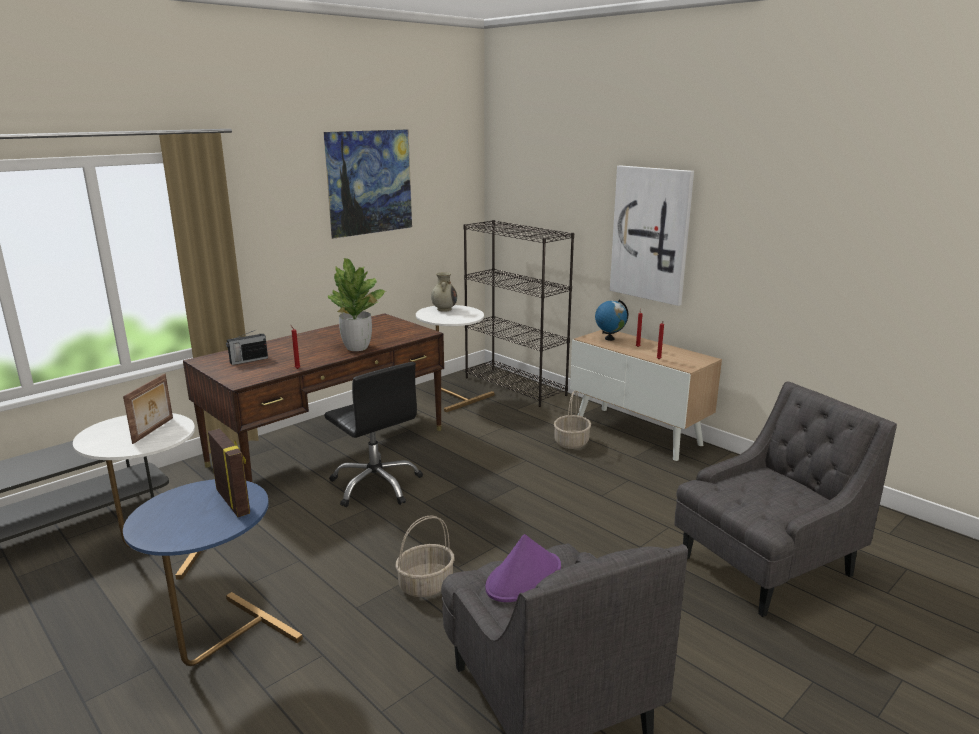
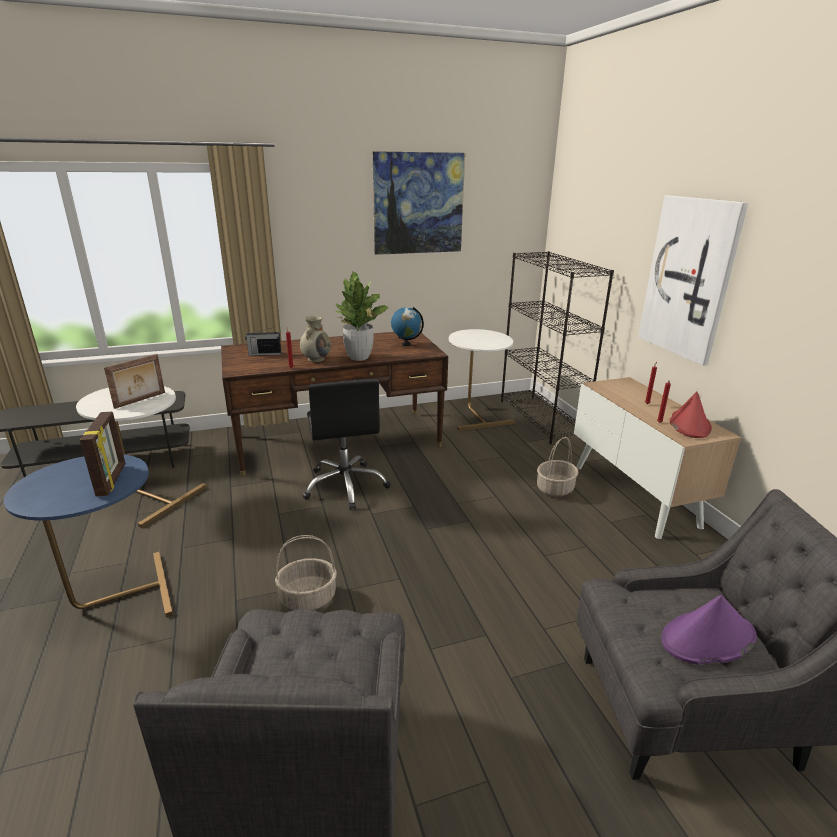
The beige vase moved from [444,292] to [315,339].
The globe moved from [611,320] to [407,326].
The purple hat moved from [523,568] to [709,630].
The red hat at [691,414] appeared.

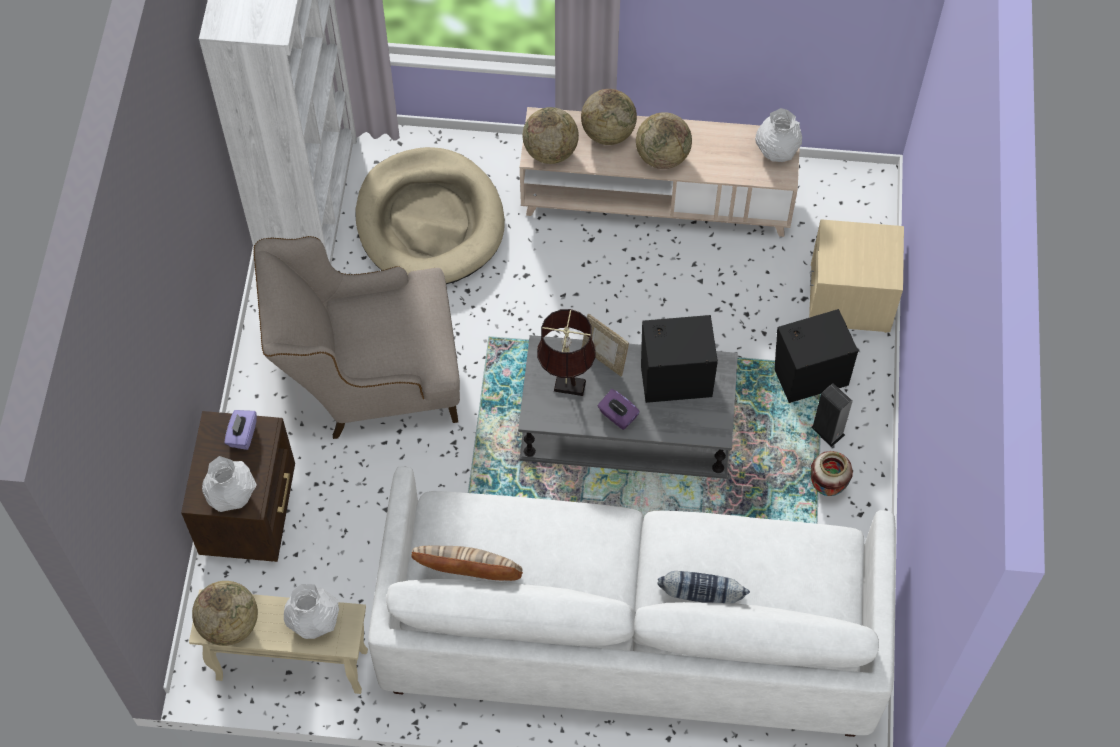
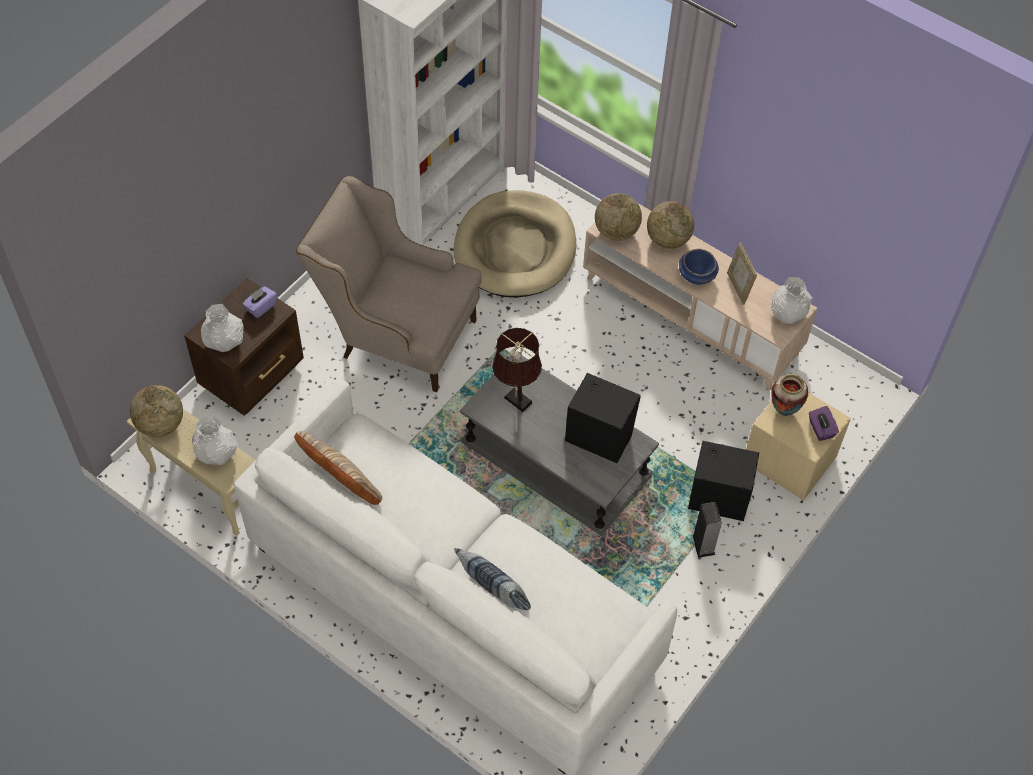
The globe at [664,140] was replaced by the blue bowl at [699,267].
The picture frame moved from [605,345] to [742,273].
The vase moved from [831,473] to [789,395].
The purple tissue box moved from [618,409] to [824,423].

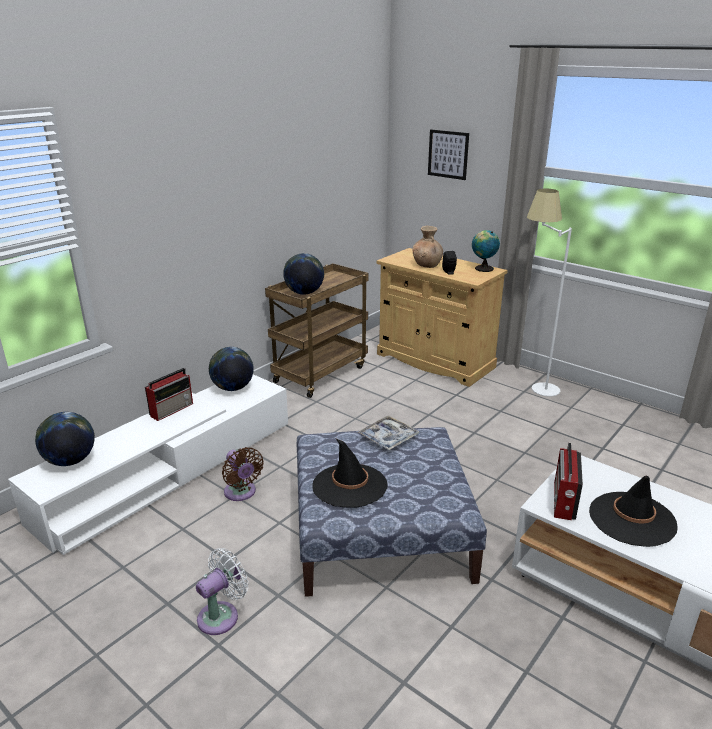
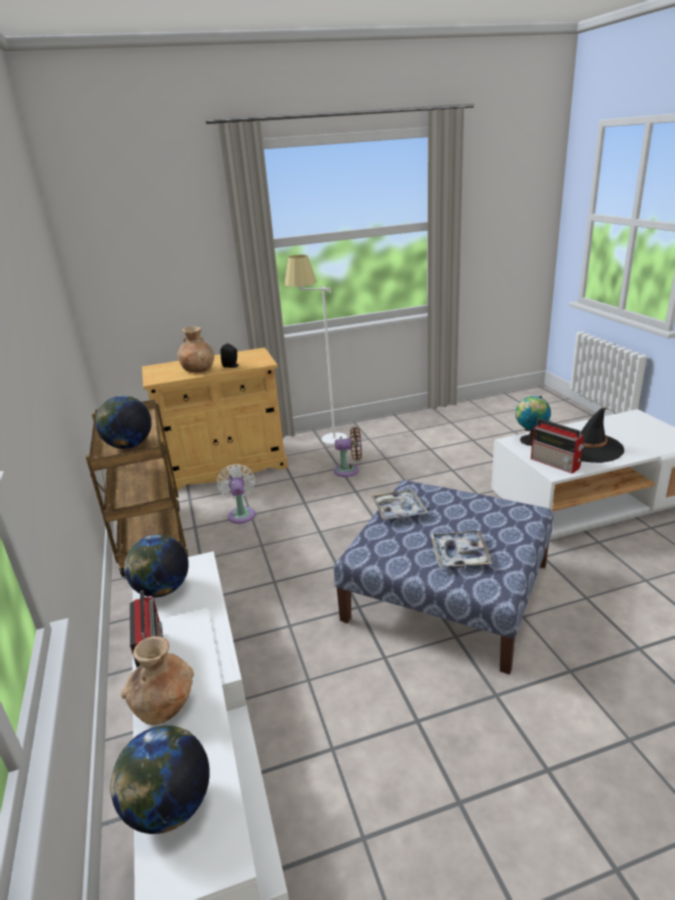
The brown vase at [157,680] appeared.
The white fan moved from [222,591] to [236,494].
The brown fan moved from [243,474] to [348,452].
The black hat at [350,473] was replaced by the tray at [461,549].
The globe moved from [486,251] to [533,421].
The picture at [448,155] disappeared.

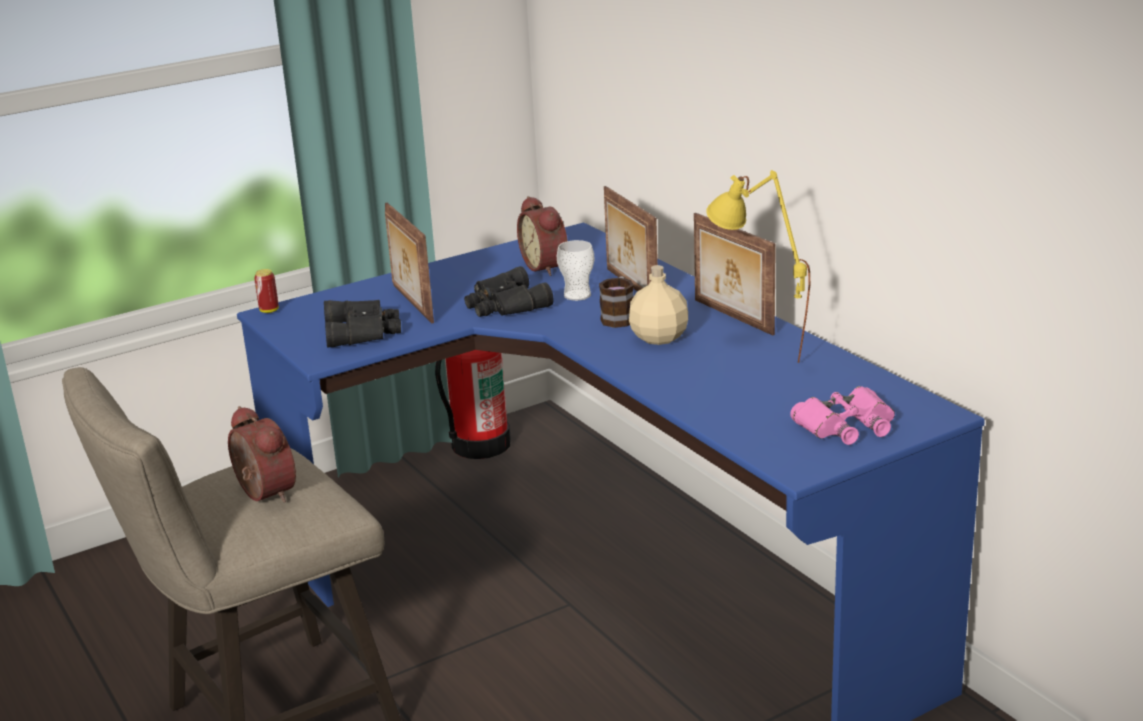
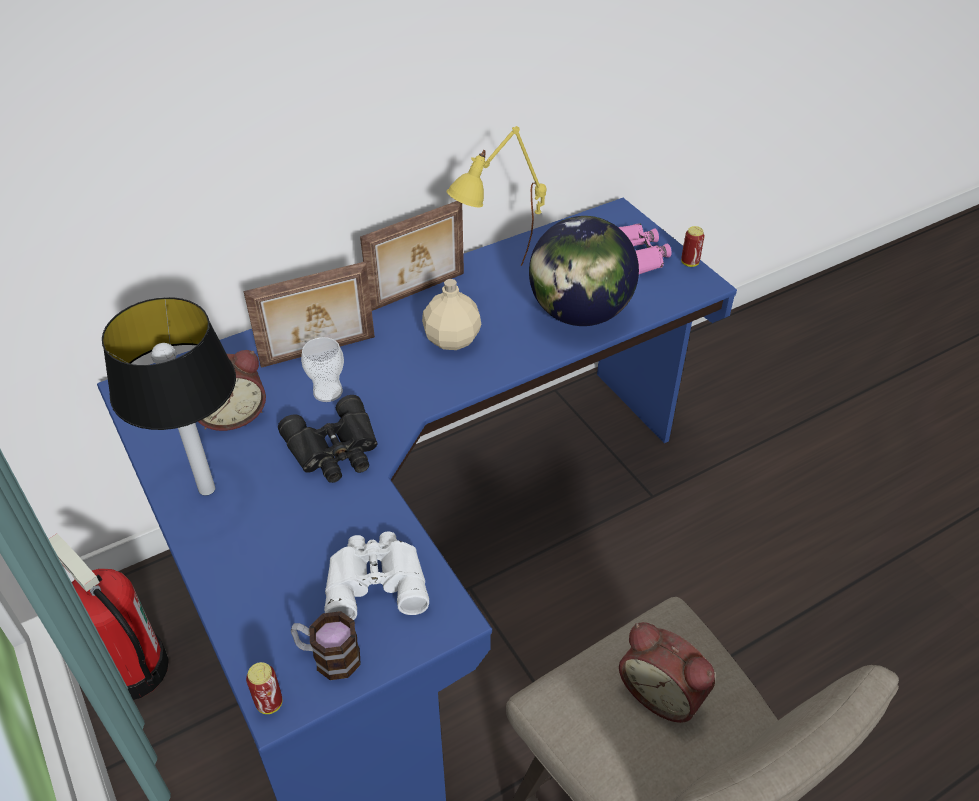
The table lamp at [169,396] appeared.
The mug moved from [616,302] to [326,645].
The black binoculars at [362,324] became the white binoculars at [376,575].
The globe at [584,271] appeared.
The alarm clock at [262,454] turned 105 degrees counterclockwise.
The can at [693,246] appeared.
The picture frame at [409,263] disappeared.

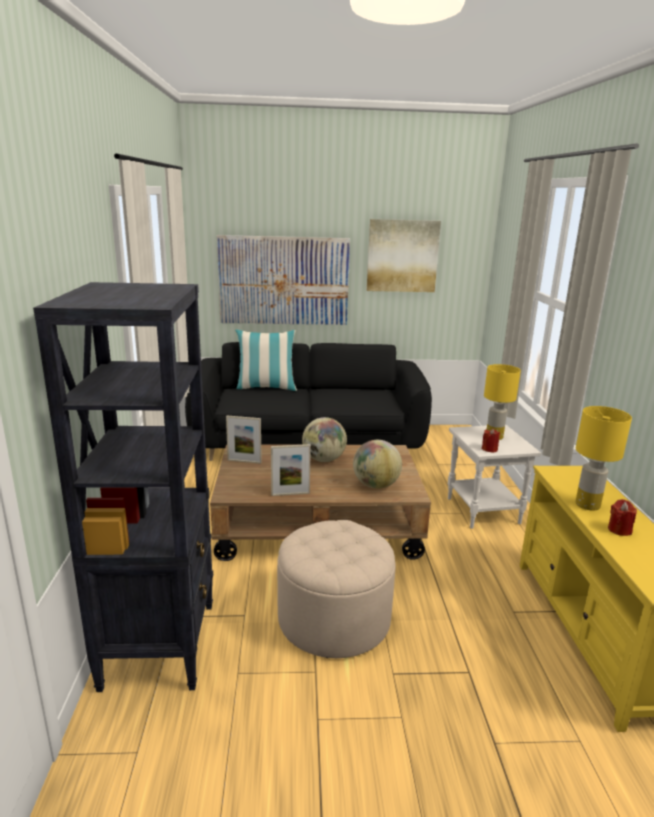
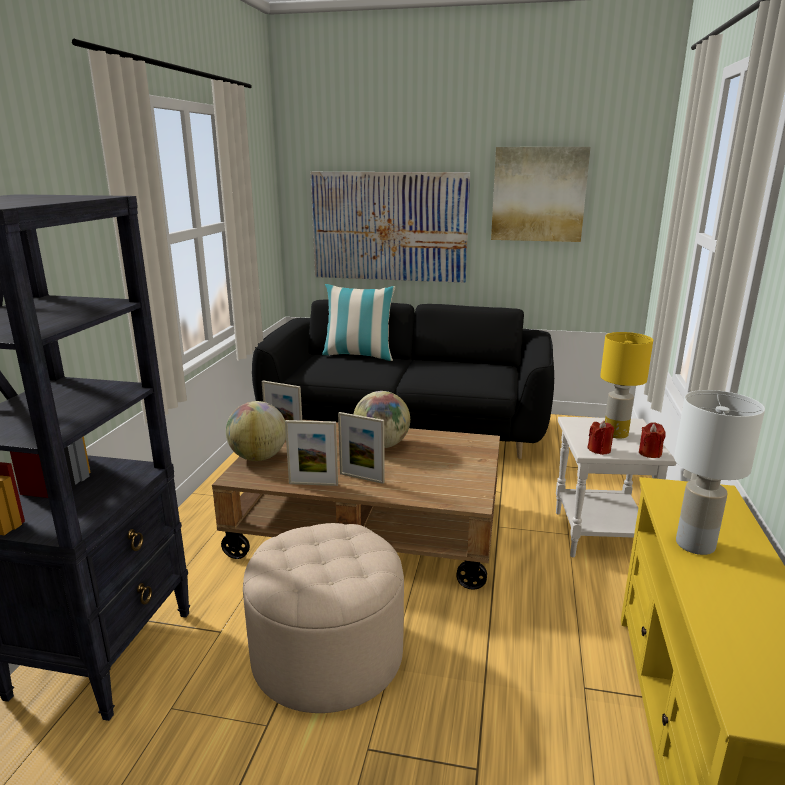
The globe moved from [377,464] to [256,431].
The picture frame at [361,448] appeared.
The red candle moved from [622,517] to [652,440].
The yellow table lamp at [604,458] became the white table lamp at [719,472].

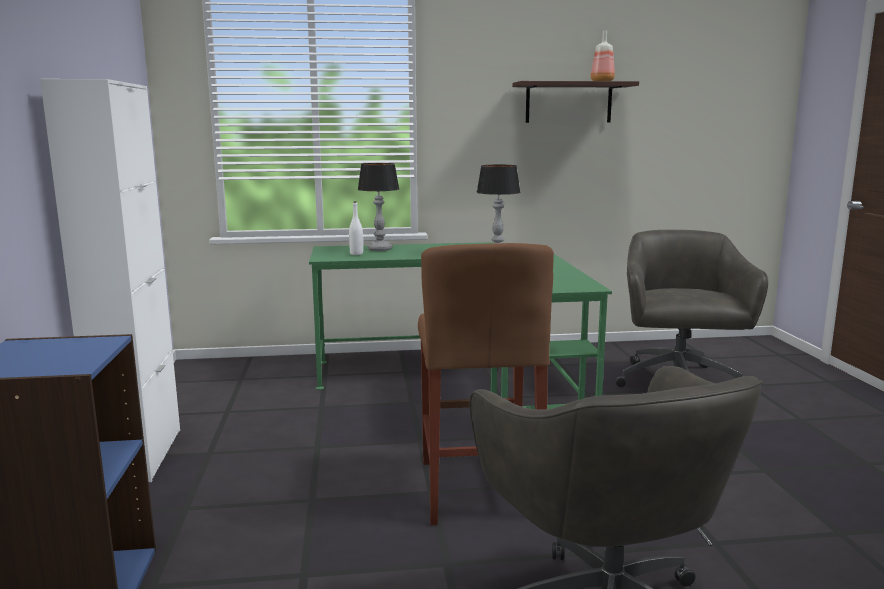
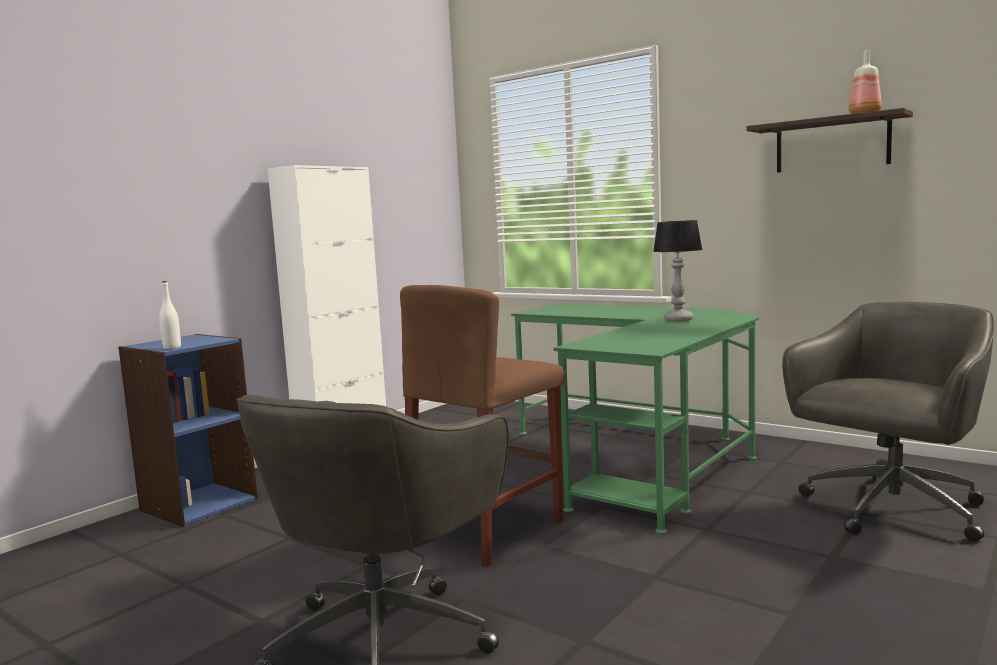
The white bottle moved from [356,228] to [170,315].
The table lamp at [378,207] disappeared.

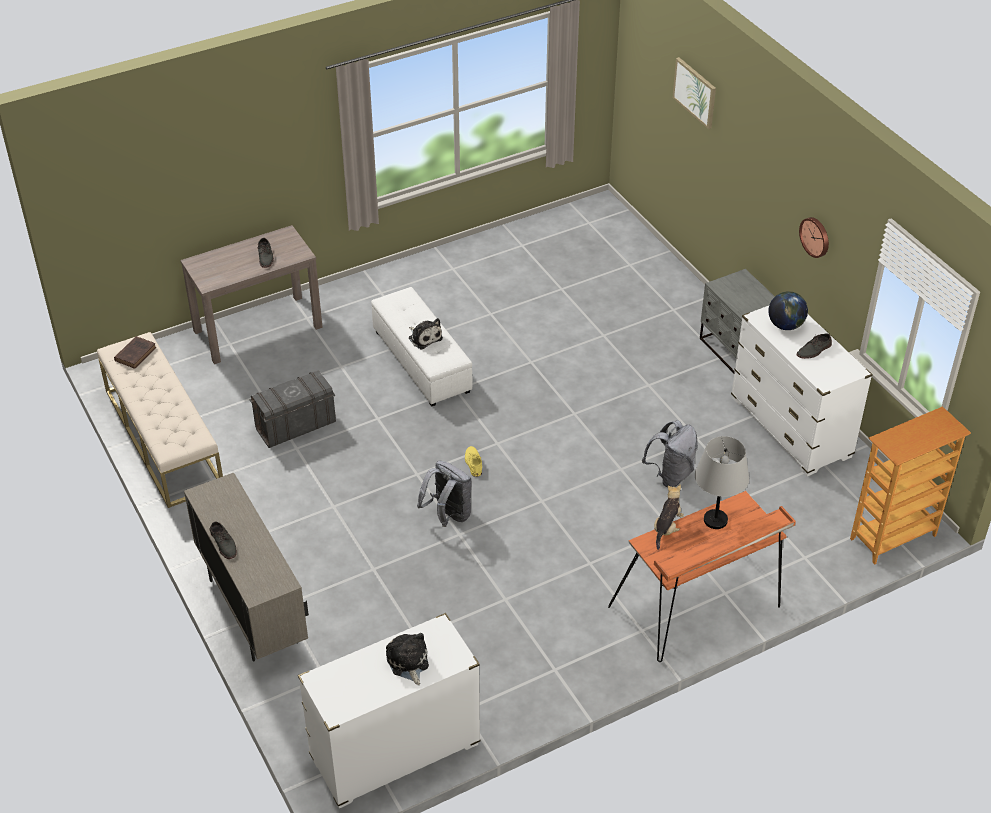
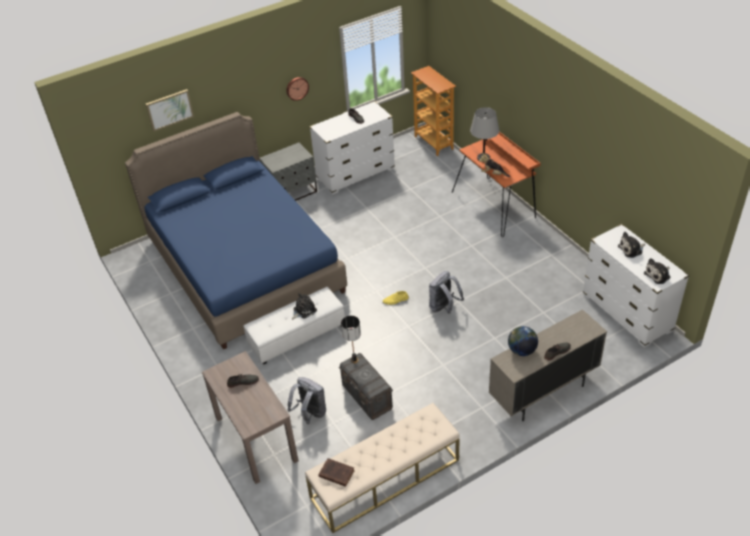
The blue bed at [236,231] appeared.
The grey backpack moved from [670,453] to [306,400].
The table lamp at [351,340] appeared.
The globe moved from [788,310] to [523,341].
The plush toy at [657,271] appeared.

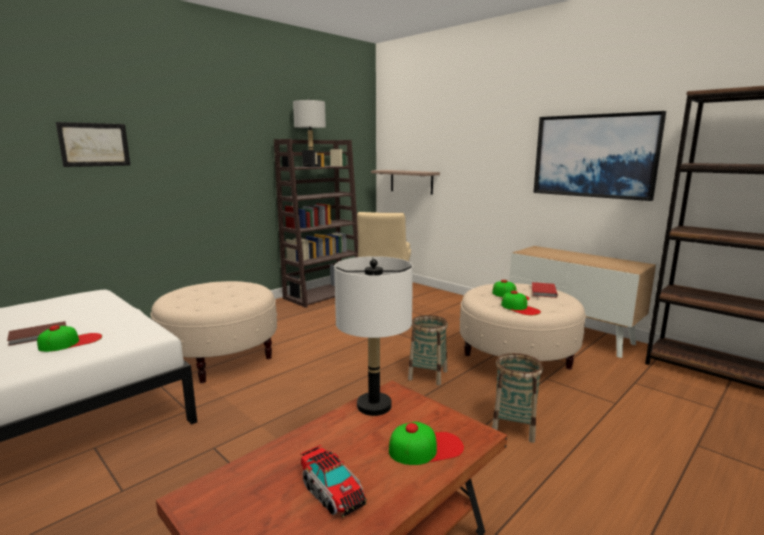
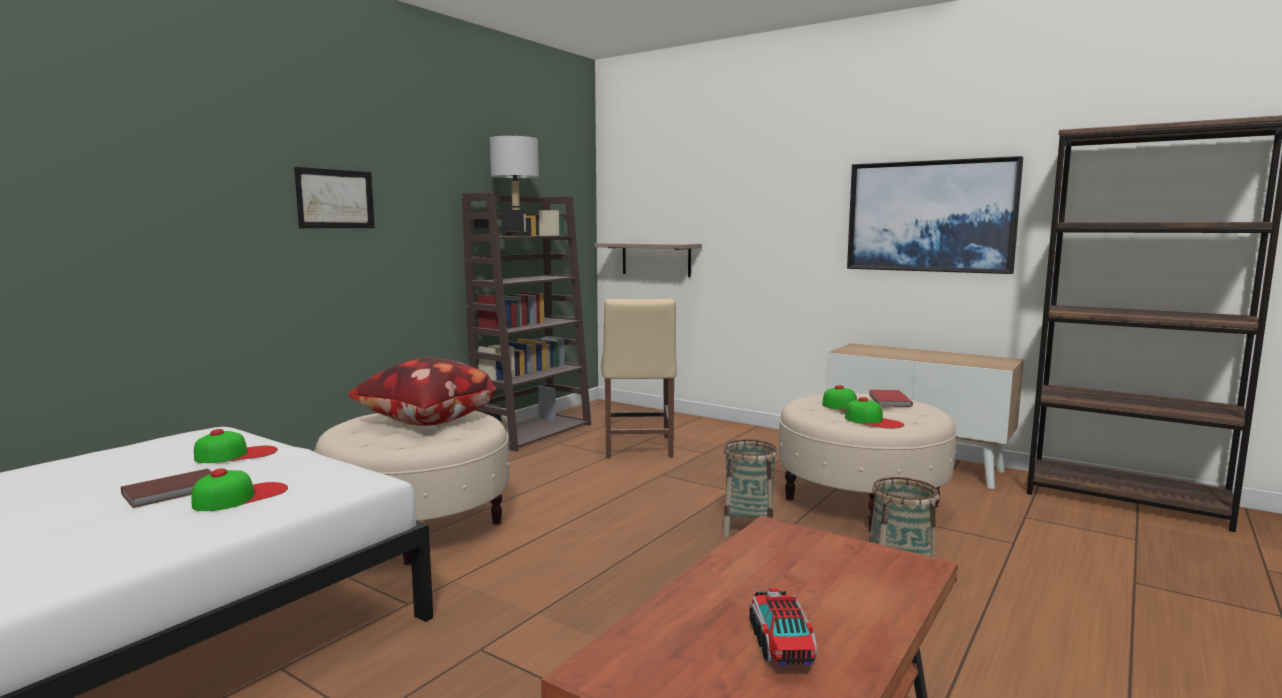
The cap moved from [426,443] to [236,446].
The picture moved from [93,144] to [334,197].
The pillow at [422,392] appeared.
The toy truck at [334,481] turned 135 degrees counterclockwise.
The white table lamp at [373,336] disappeared.

